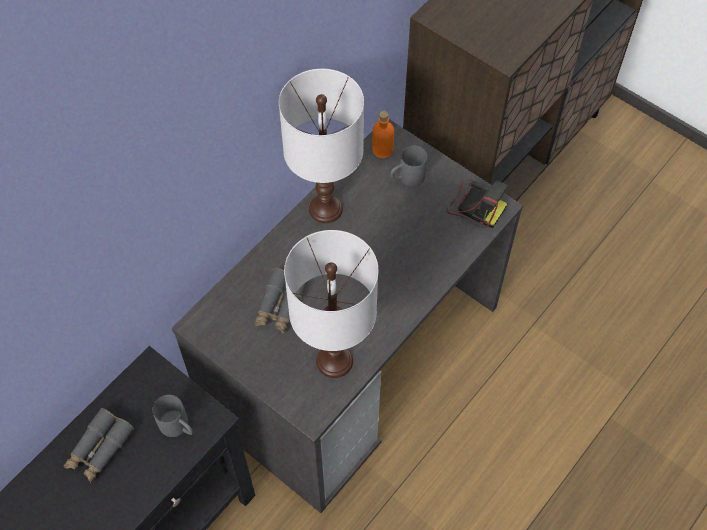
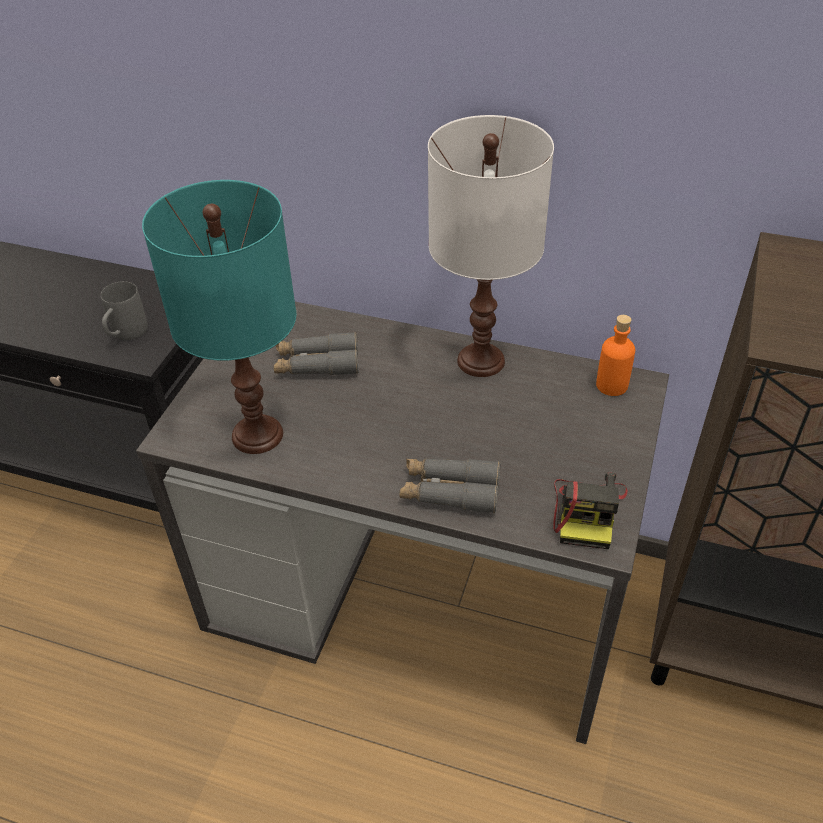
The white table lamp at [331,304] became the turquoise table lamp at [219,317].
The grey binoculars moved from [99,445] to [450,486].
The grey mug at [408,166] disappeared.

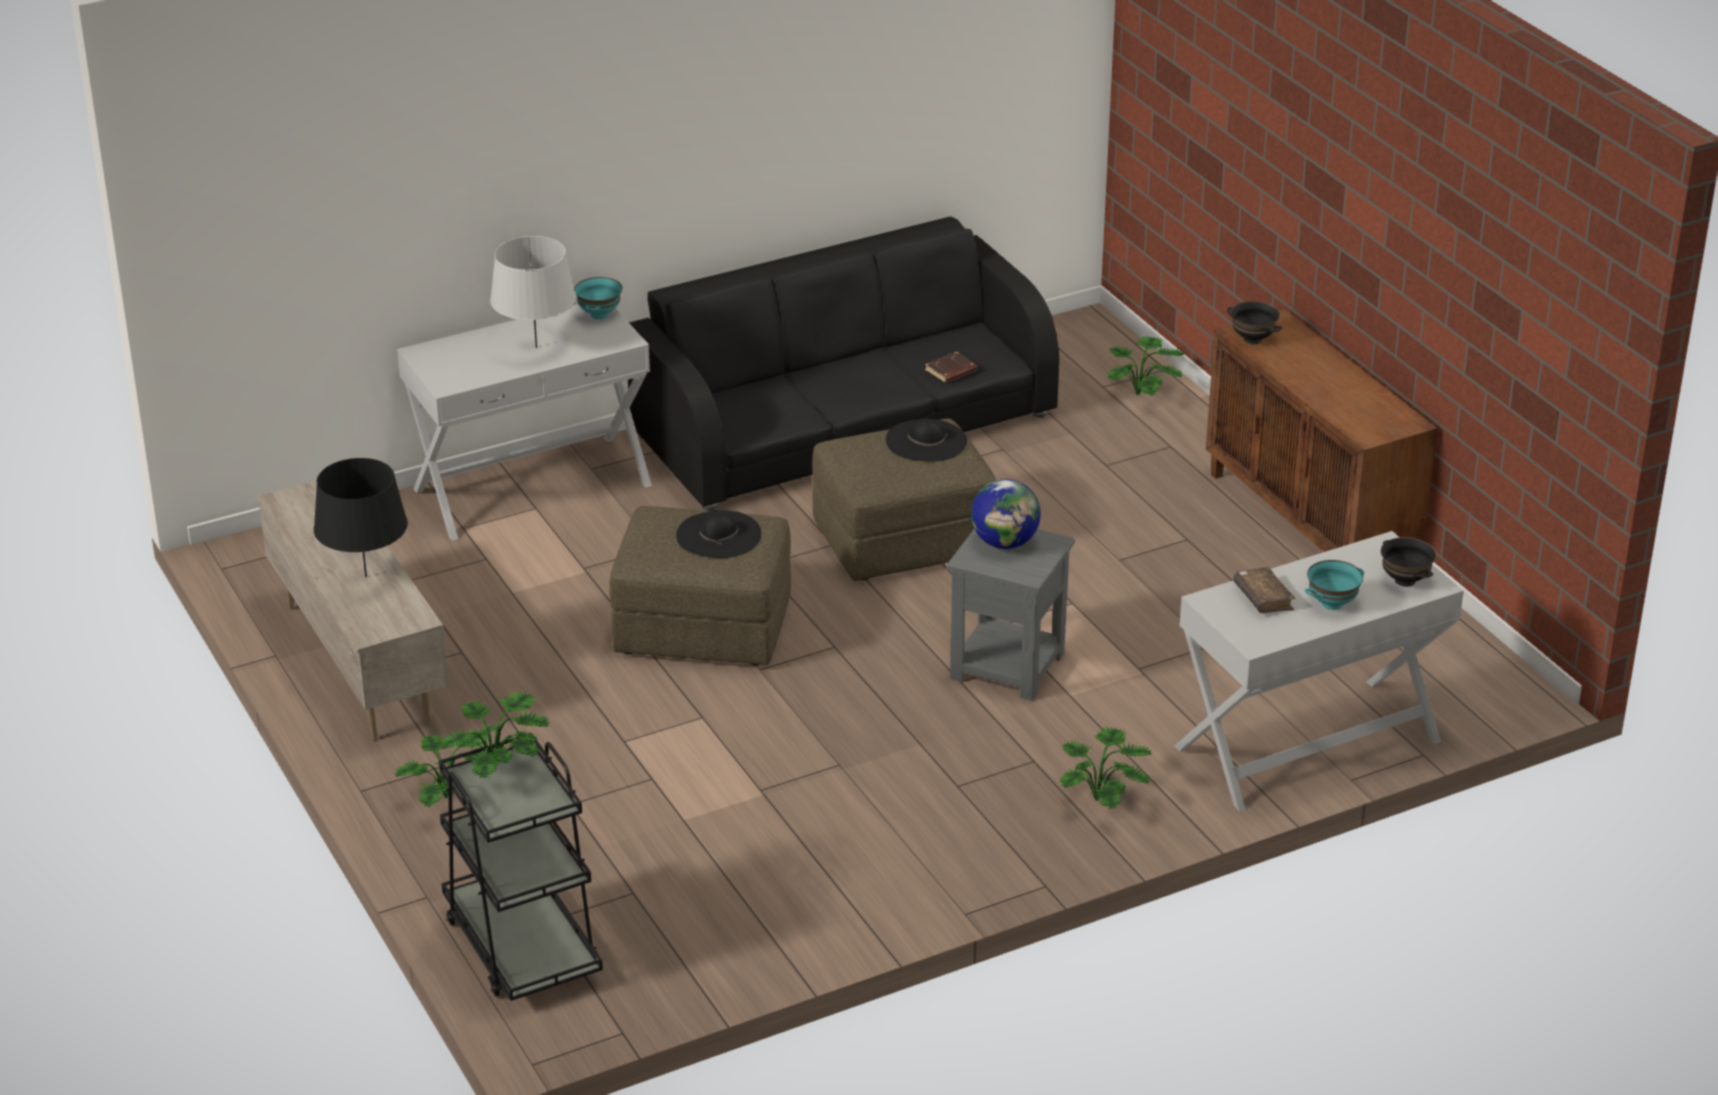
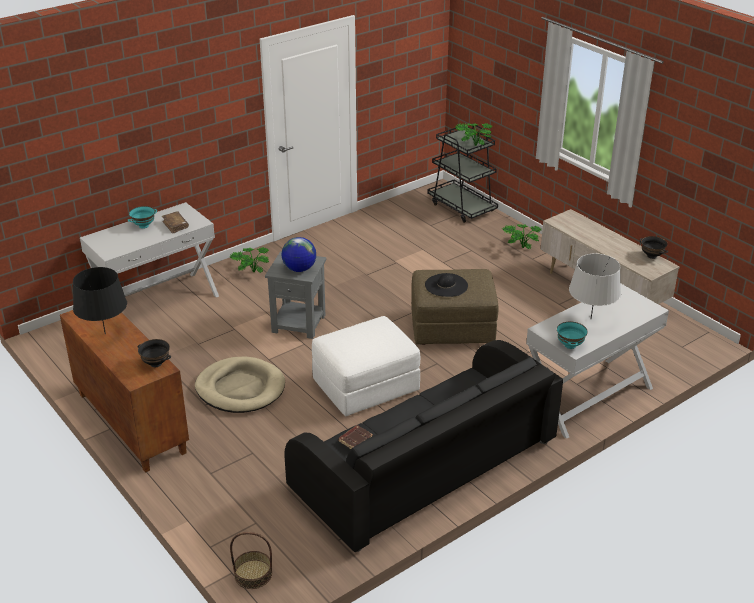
The black table lamp moved from [361,517] to [100,300].
The beige dog bed at [240,384] appeared.
The basket at [251,560] appeared.
The brown ottoman at [904,499] became the white ottoman at [366,366].
The black bowl moved from [1408,562] to [654,247].
The black hat at [926,440] disappeared.
The potted plant at [1146,366] disappeared.

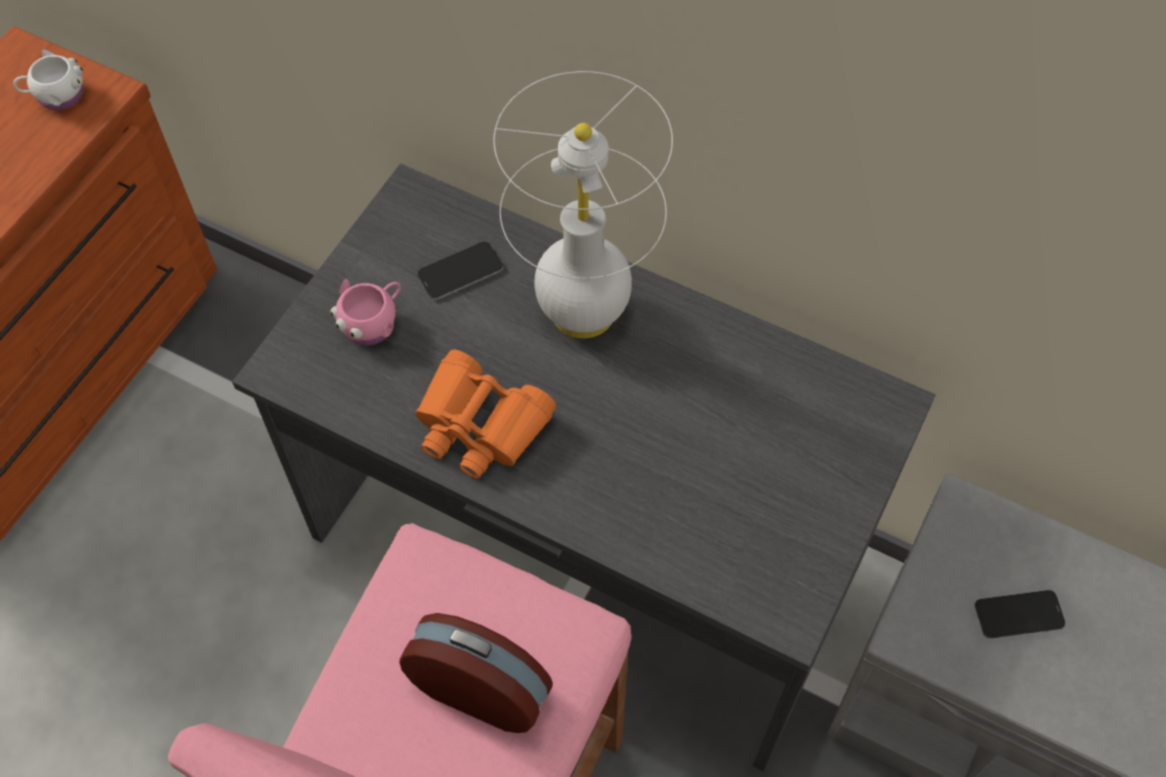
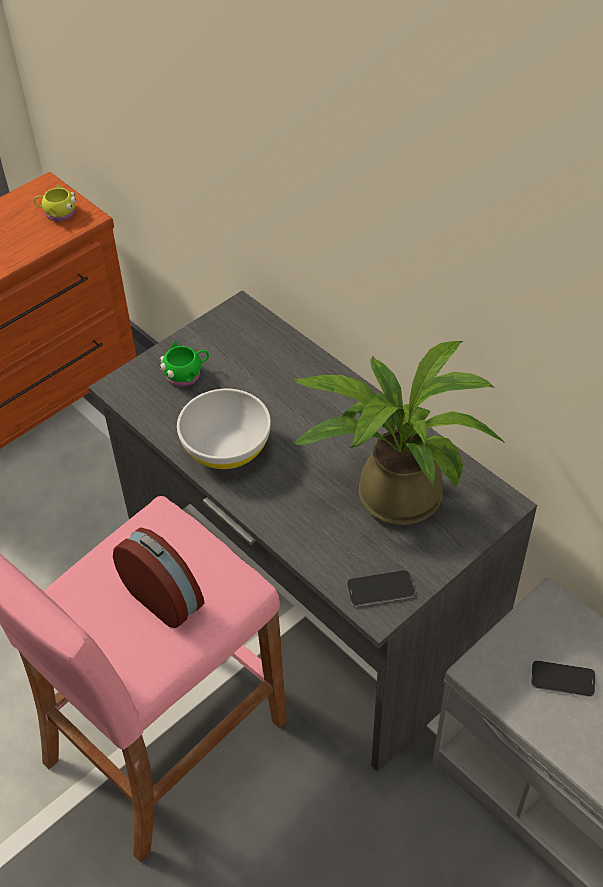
The white mug at [48,79] became the yellow mug at [55,203].
The pink mug at [365,312] became the green mug at [184,363].
The orange binoculars at [485,414] was replaced by the white bowl at [224,429].
The potted plant at [398,433] appeared.
The phone moved from [460,271] to [380,588].
The white table lamp at [583,204] disappeared.

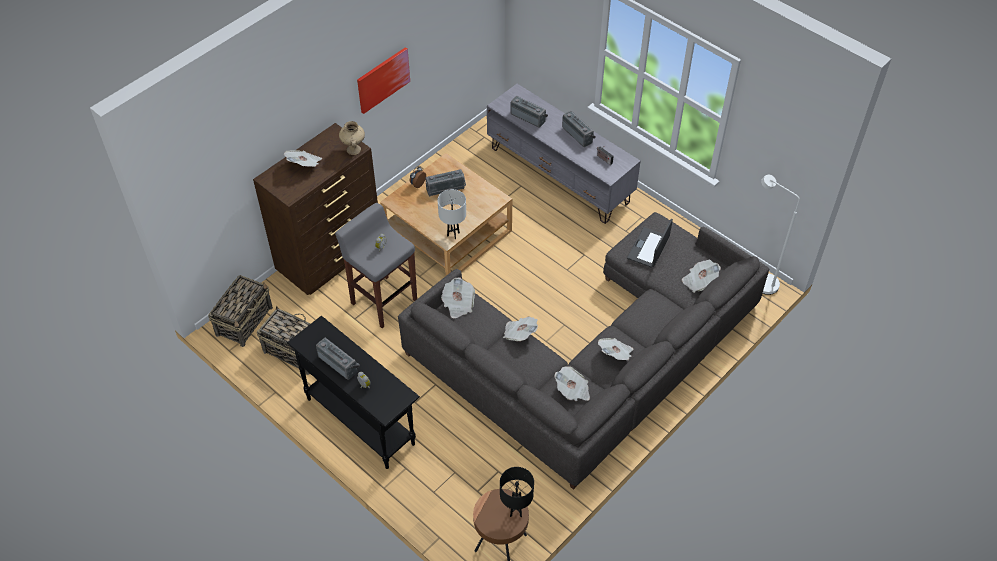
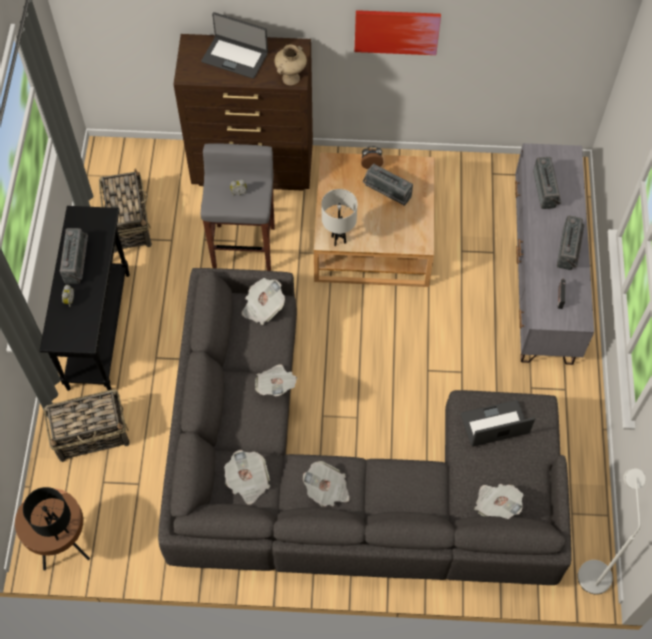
The basket moved from [240,311] to [87,425].
The newspaper at [303,158] was replaced by the laptop at [234,45].

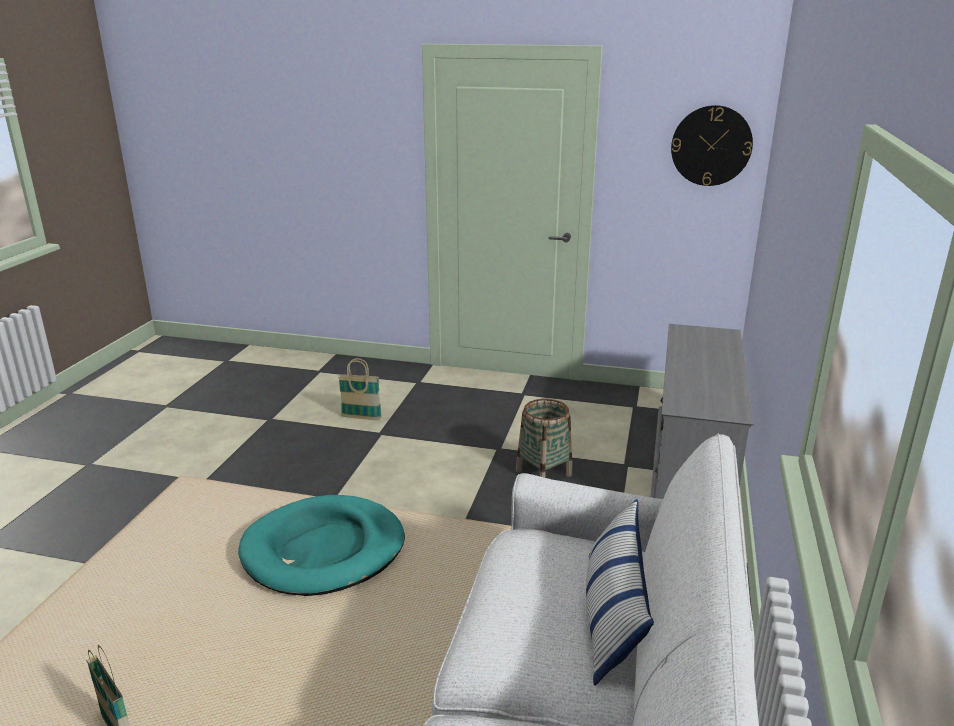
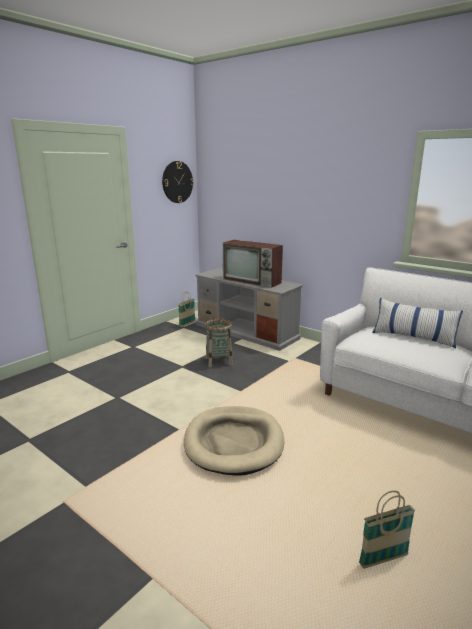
The basket moved from [360,389] to [186,309].
The turquoise dog bed at [321,545] became the beige dog bed at [234,441].
The television at [253,264] appeared.

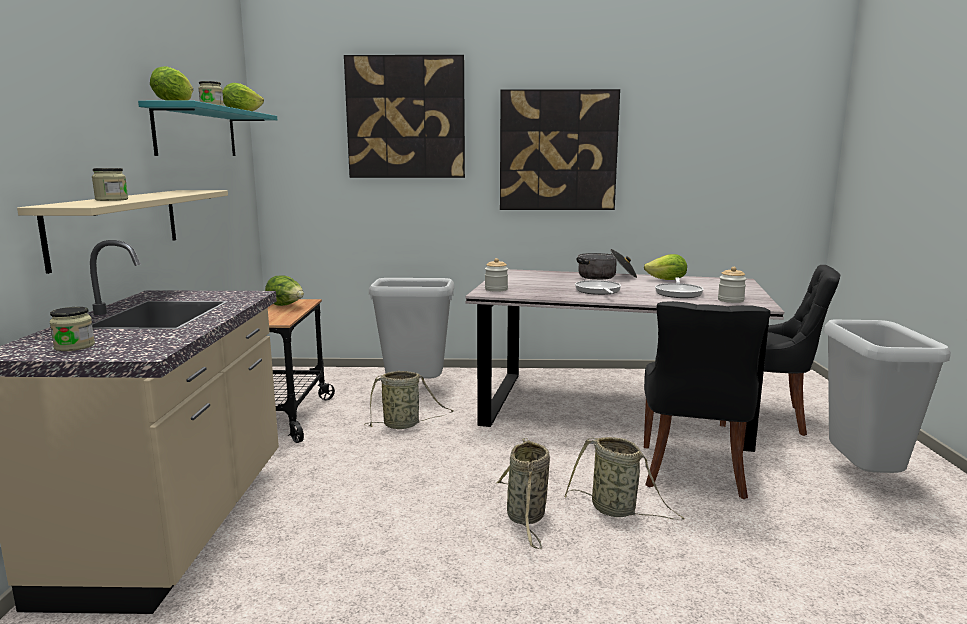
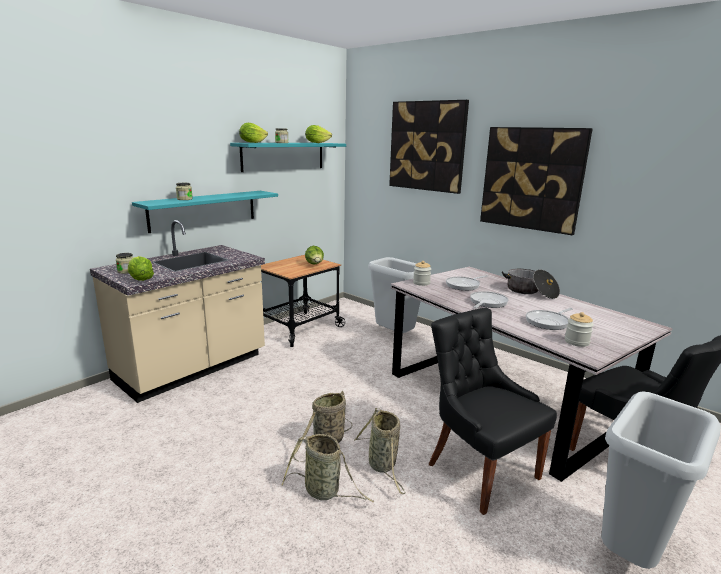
The lettuce moved from [665,267] to [141,268].
The beige shelf at [122,232] became the turquoise shelf at [205,212].
The basket moved from [408,400] to [328,468].
The black chair at [707,400] turned 90 degrees clockwise.
The frying pan at [467,283] appeared.

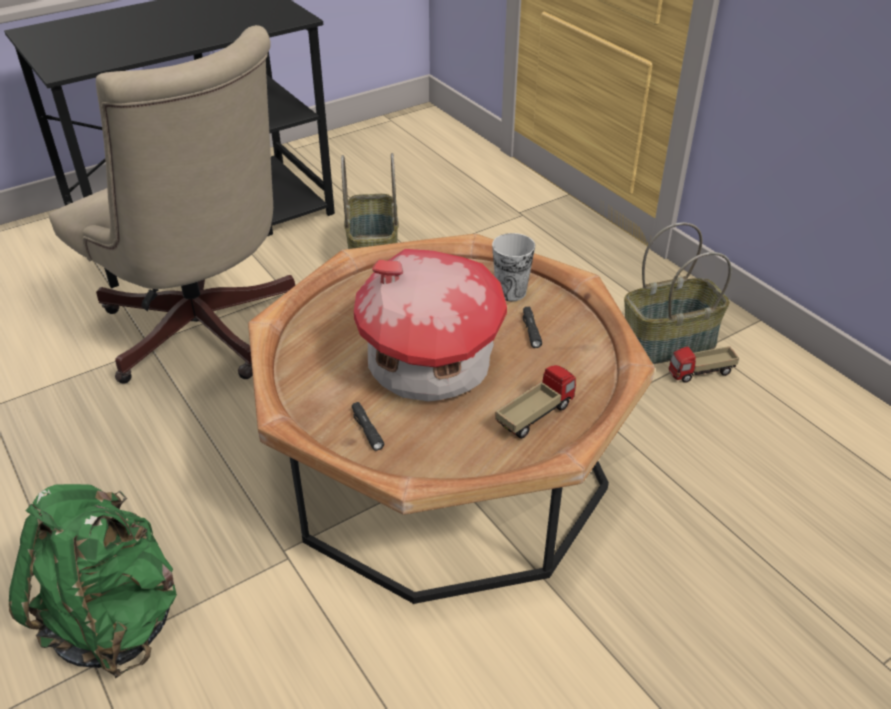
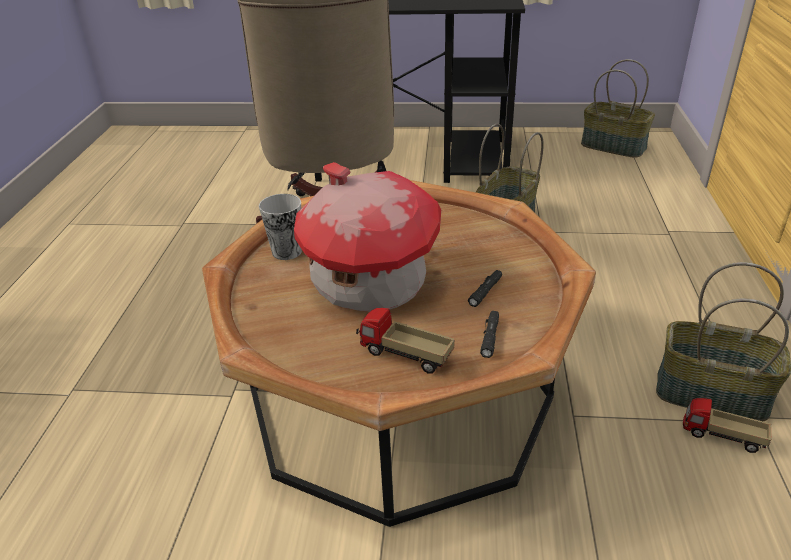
The cup moved from [513,267] to [280,227].
The toy truck at [535,402] turned 150 degrees counterclockwise.
The black flashlight moved from [368,426] to [489,334].
The basket at [618,108] appeared.
The green backpack at [93,581] disappeared.

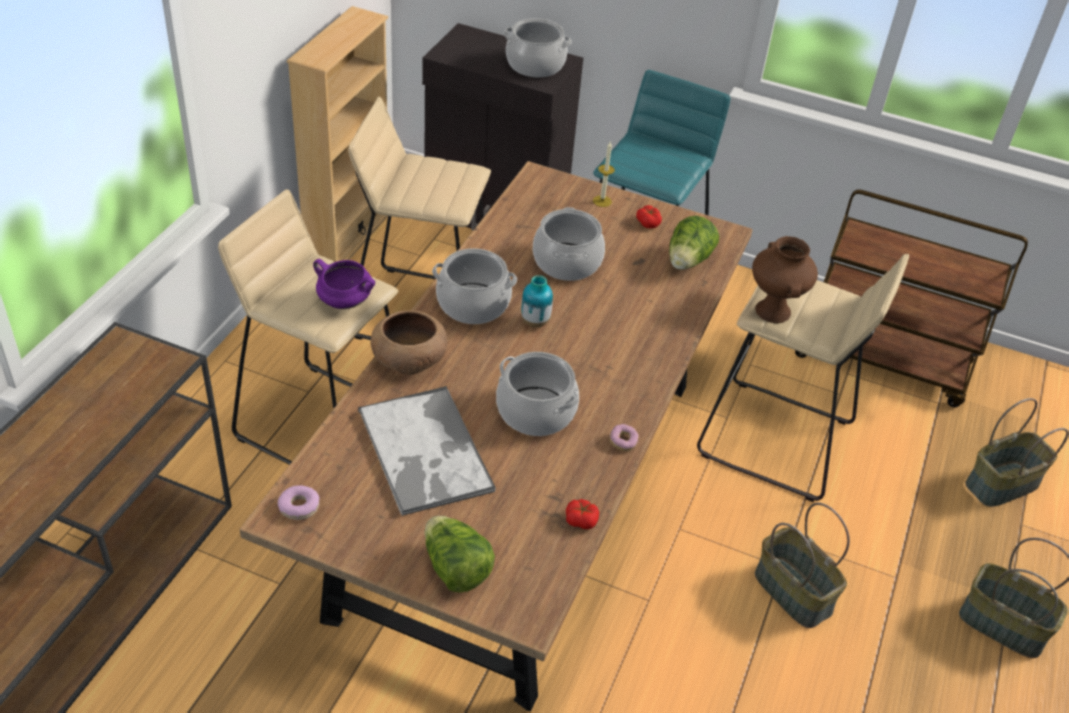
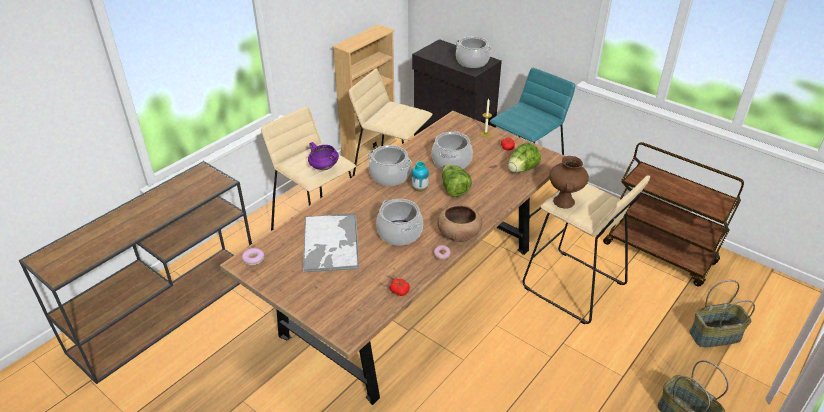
The brown bowl moved from [408,342] to [459,223].
The lettuce moved from [459,554] to [457,181].
The basket at [802,565] disappeared.

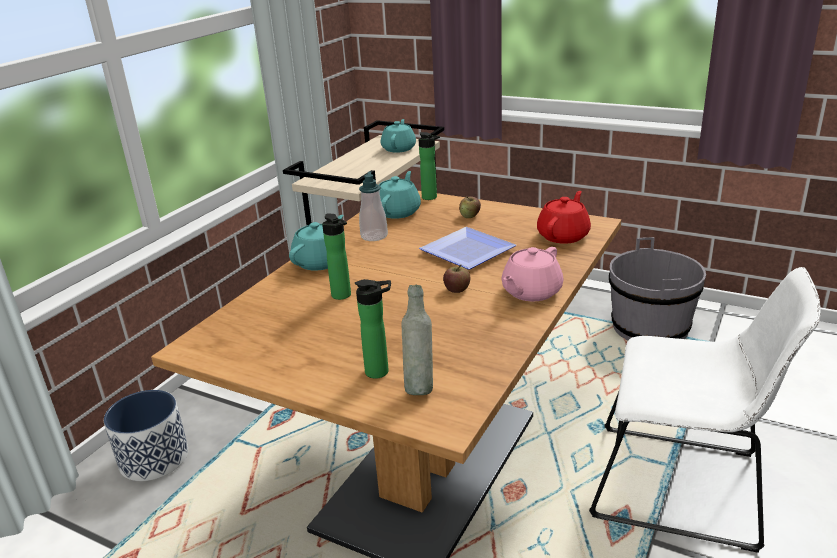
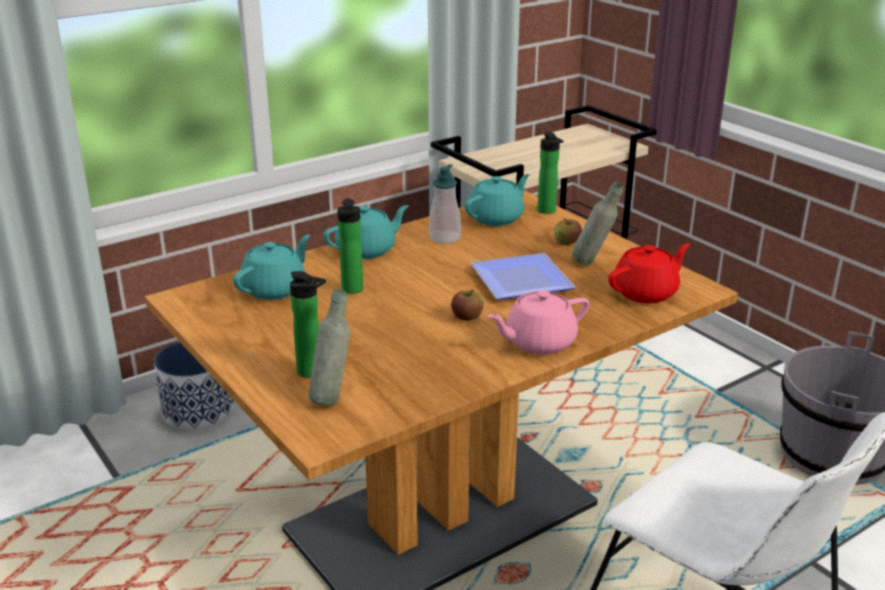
The turquoise teapot moved from [398,136] to [271,267].
The grey bottle at [597,223] appeared.

